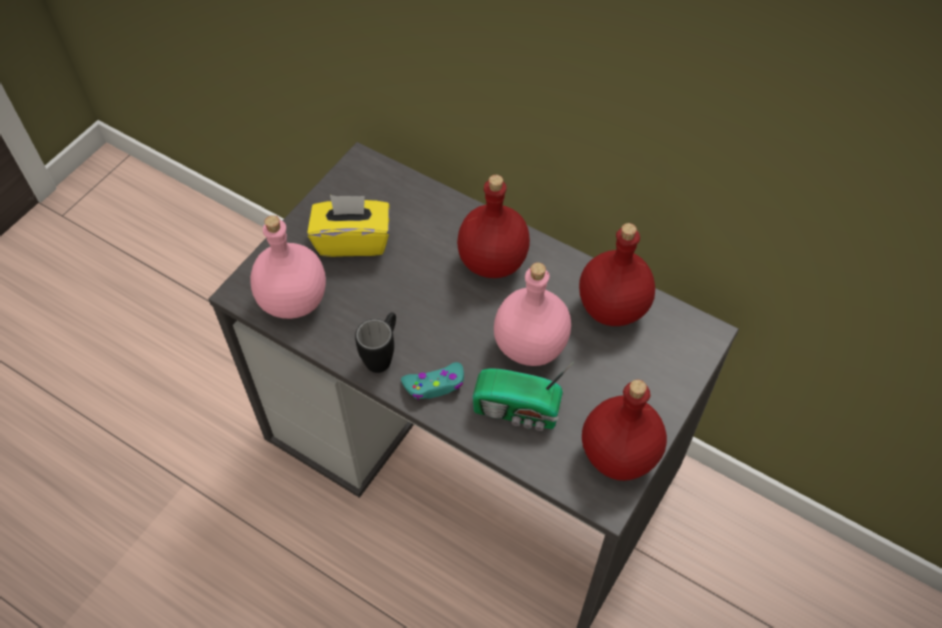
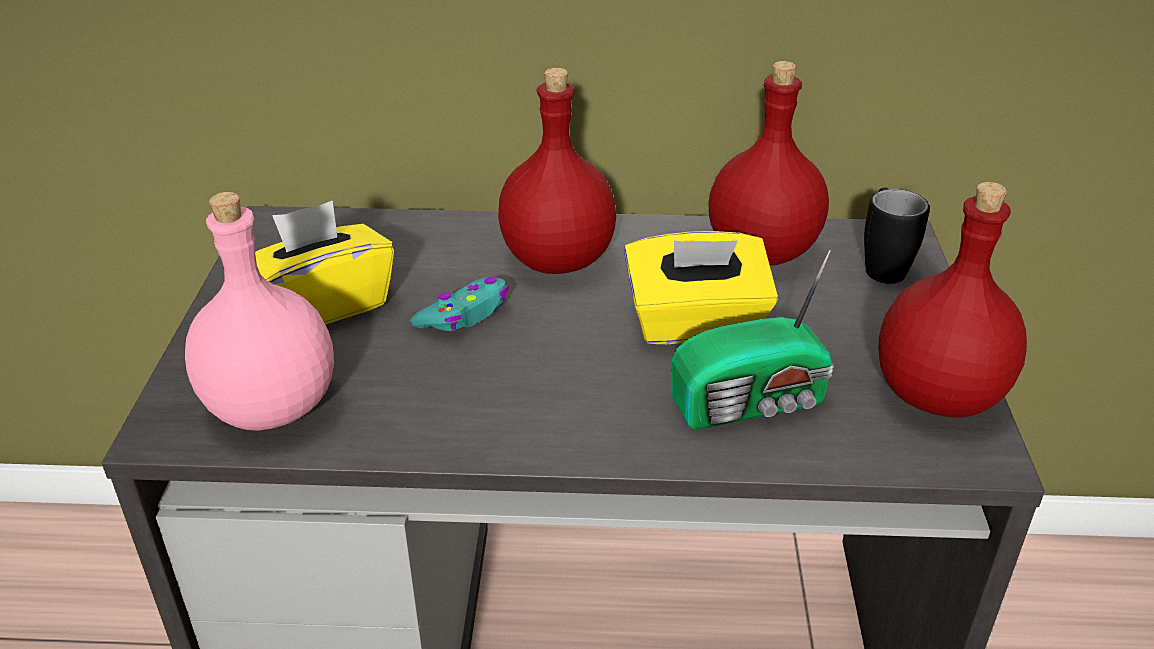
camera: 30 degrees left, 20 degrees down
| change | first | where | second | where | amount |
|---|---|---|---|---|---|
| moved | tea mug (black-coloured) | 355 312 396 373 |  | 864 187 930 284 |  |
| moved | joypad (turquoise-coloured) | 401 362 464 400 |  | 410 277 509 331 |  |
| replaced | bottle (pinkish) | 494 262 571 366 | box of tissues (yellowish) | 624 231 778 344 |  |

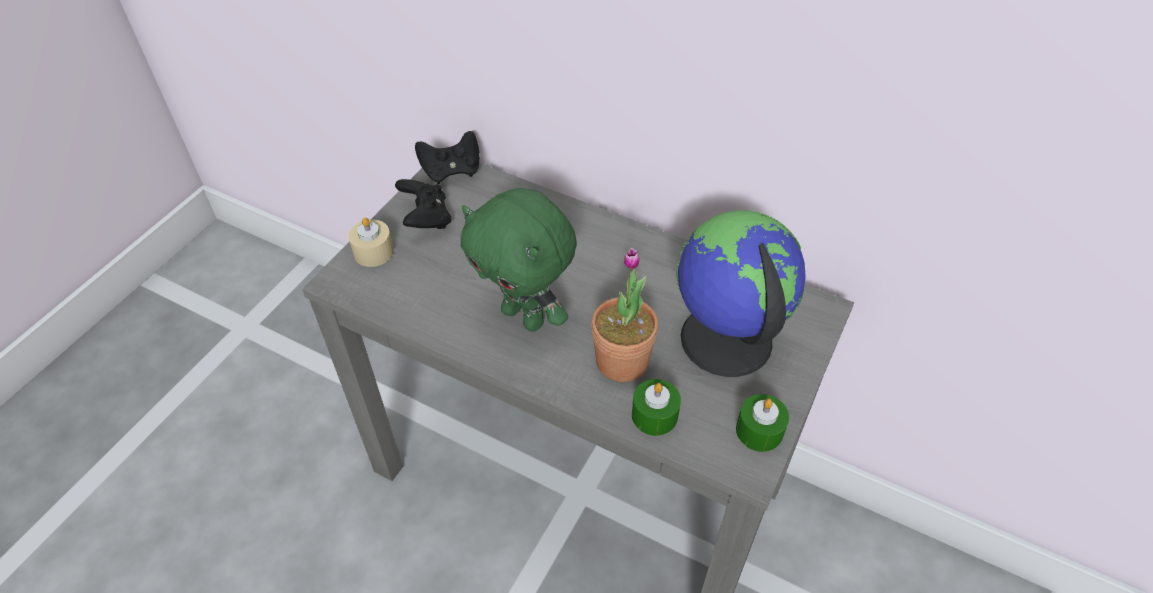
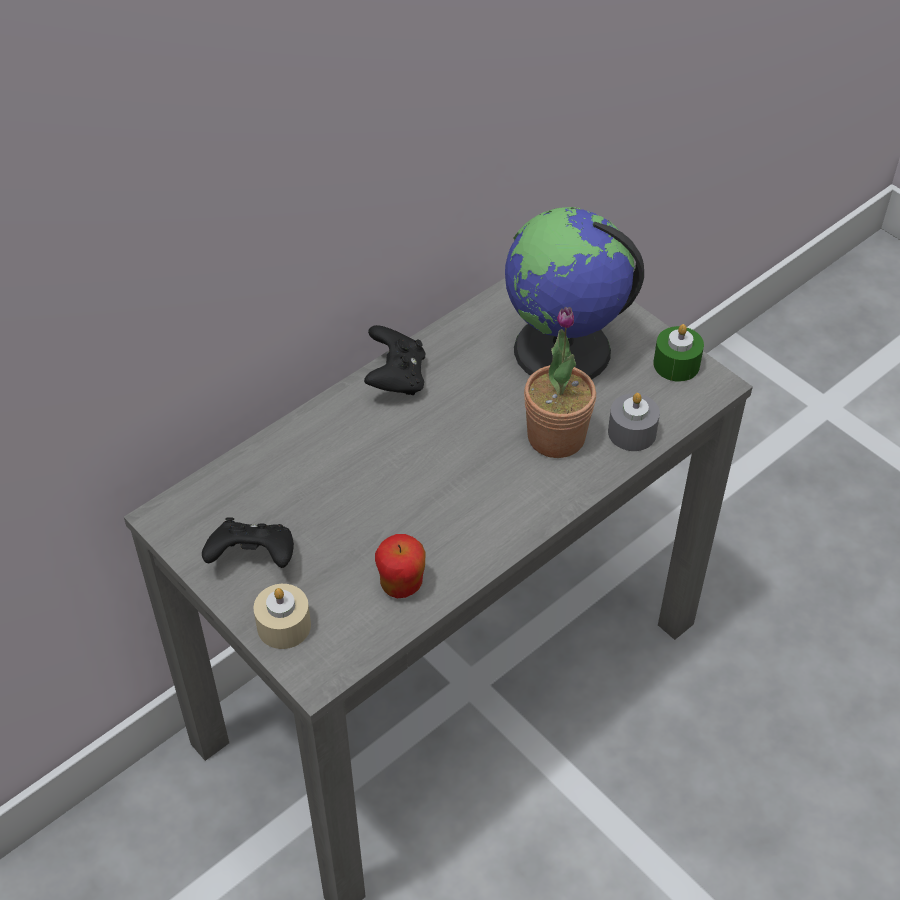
camera: 70 degrees left, 0 degrees up
| change | first | where | second | where | amount |
|---|---|---|---|---|---|
| removed | soft toy (greenish) | 460 188 577 331 |  |  |  |
| added |  |  | apple fruit | 375 534 426 599 |  |
| moved | joypad (black-coloured) | 415 131 480 184 |  | 364 325 425 395 |  |
| recoloured | candle (greenish) | 632 379 681 436 | candle (greyish) | 608 393 660 451 |  |

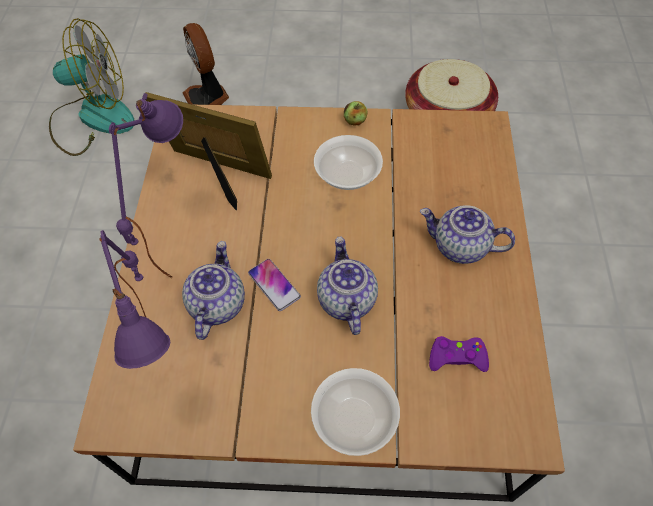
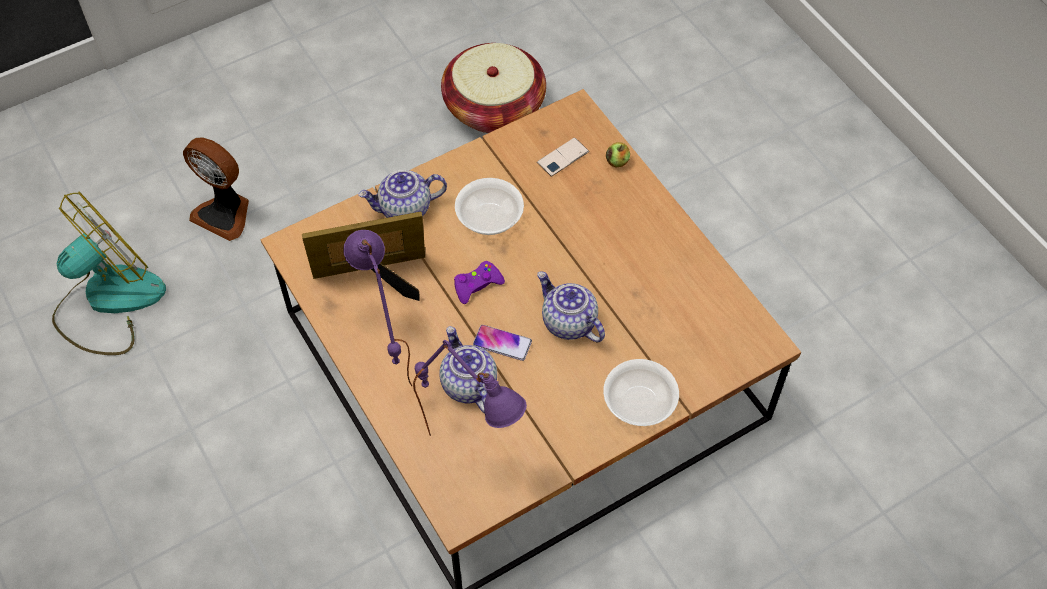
camera: 35 degrees left, 0 degrees up
| change | first | where | second | where | amount |
|---|---|---|---|---|---|
| added |  |  | phone | 537 138 589 177 |  |
| moved | apple fruit | 344 101 368 126 |  | 606 142 630 167 |  |
| moved | pot for tea | 420 205 515 264 |  | 358 170 447 218 |  |
| moved | joypad (purple-coloured) | 429 336 489 372 |  | 454 261 505 304 |  |

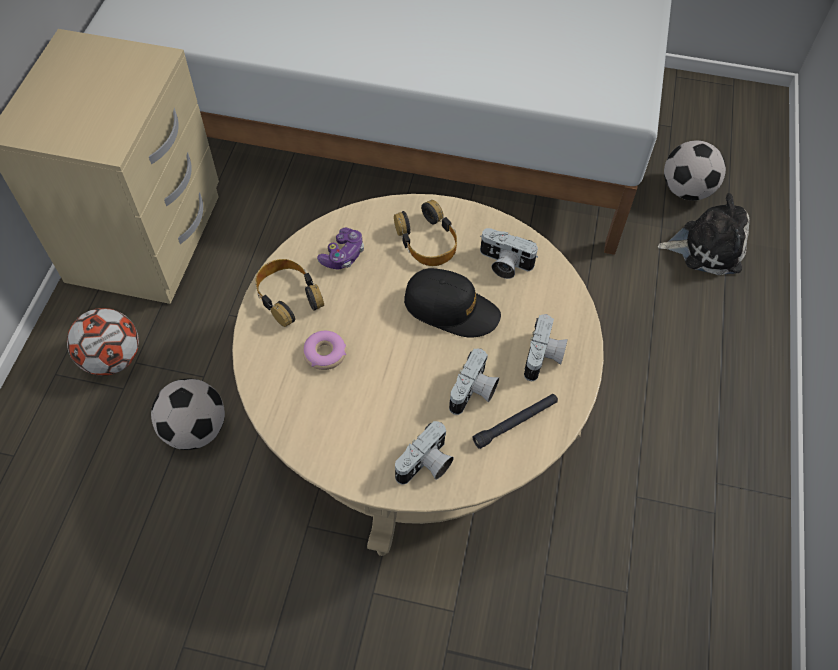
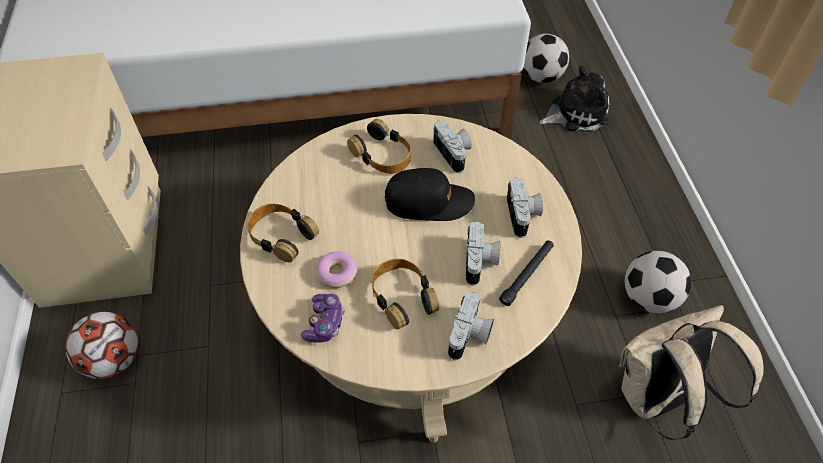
camera: 20 degrees left, 5 degrees down
| change | first | where | second | where | amount |
|---|---|---|---|---|---|
| added |  |  | pair of headphones | 372 258 439 329 |  |
| added |  |  | rucksack (beige-coloured) | 619 305 764 440 |  |
| moved | football | 151 379 225 450 |  | 625 251 691 313 |  |
| moved | joypad | 317 227 364 270 |  | 301 294 345 343 |  |
| turned | still camera | 480 228 538 279 |  | 433 121 472 173 | 120 degrees counterclockwise |

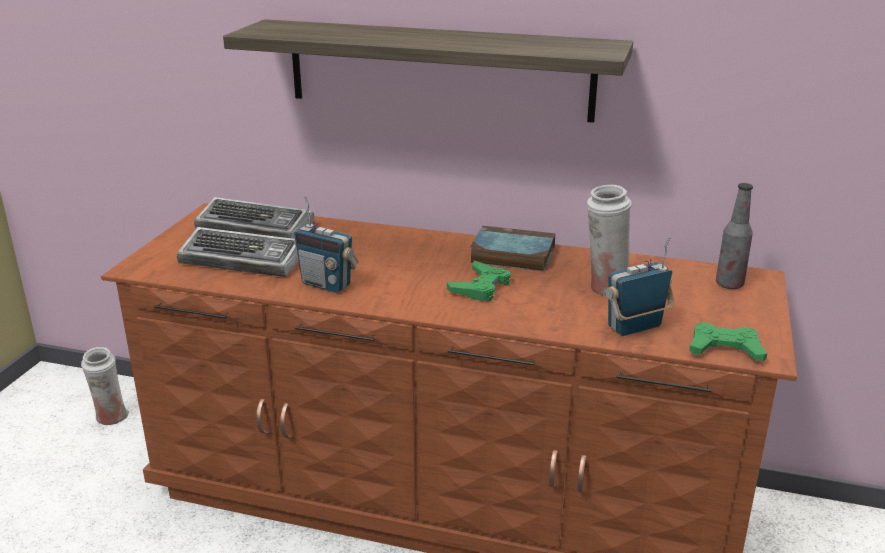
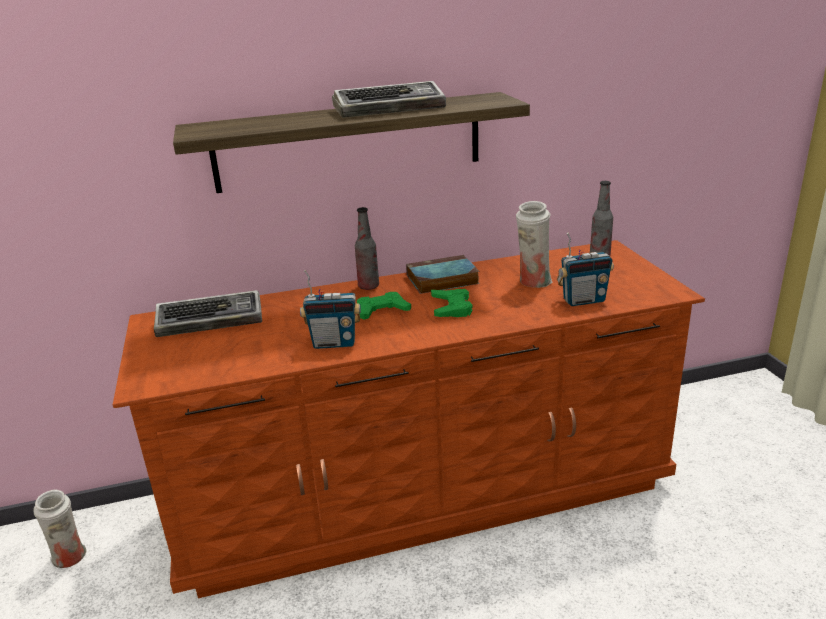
camera: 30 degrees left, 0 degrees up
| change | first | where | second | where | amount |
|---|---|---|---|---|---|
| added |  |  | bottle | 355 207 379 290 |  |
| moved | keyboard | 177 227 299 277 |  | 332 81 446 118 |  |
| moved | joypad (greenish) | 689 323 767 362 |  | 357 292 411 320 |  |
| turned | radio receiver | 606 237 675 336 |  | 557 233 614 306 | 135 degrees counterclockwise |

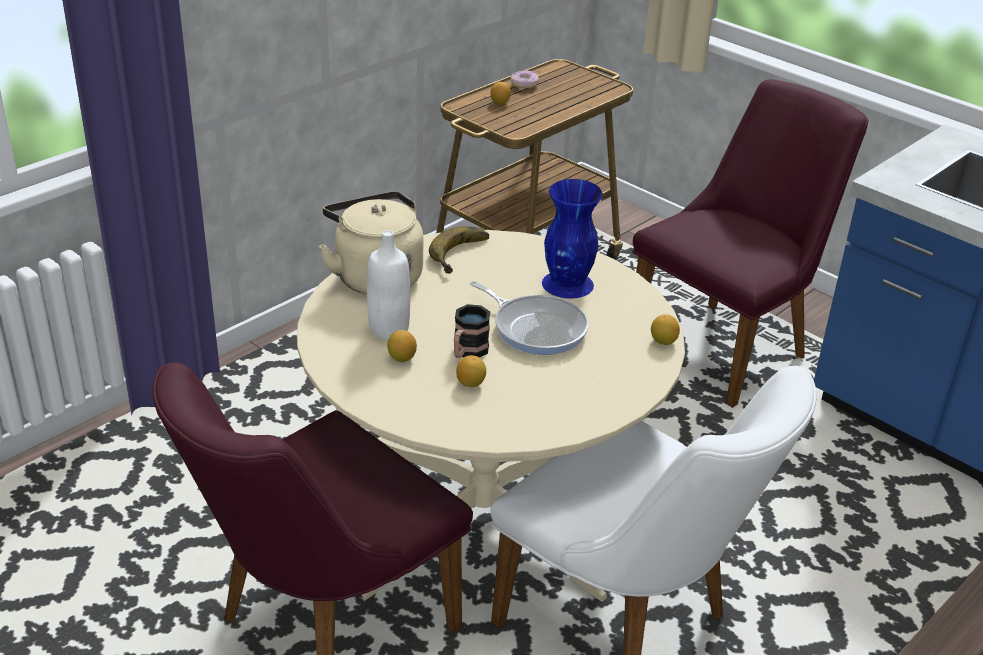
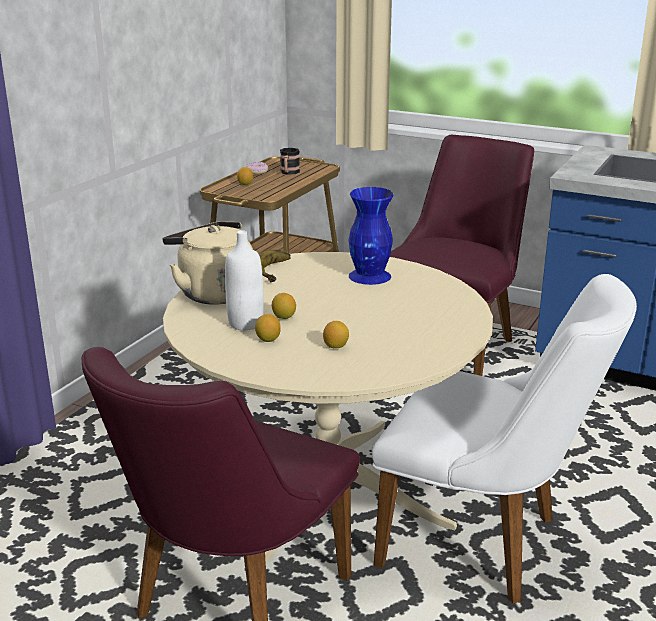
camera: 15 degrees left, 10 degrees down
| change | first | where | second | where | amount |
|---|---|---|---|---|---|
| removed | skillet | 470 281 589 355 |  |  |  |
| moved | tea mug | 454 304 490 358 |  | 280 148 300 175 |  |
| moved | citrus fruit | 651 314 680 345 |  | 272 293 296 319 |  |

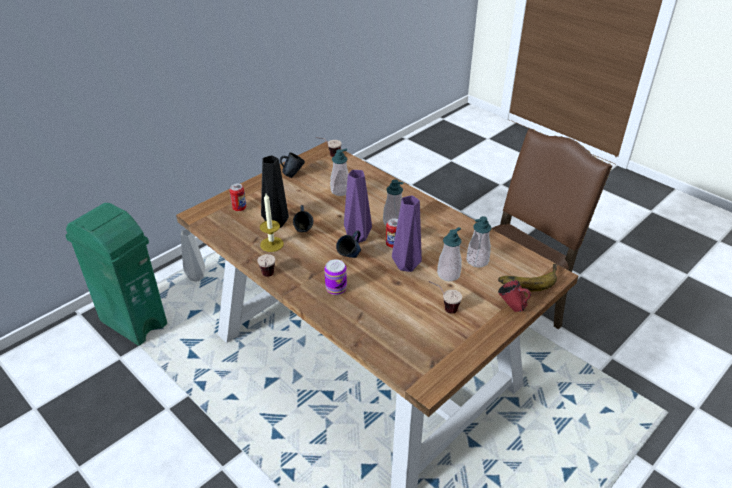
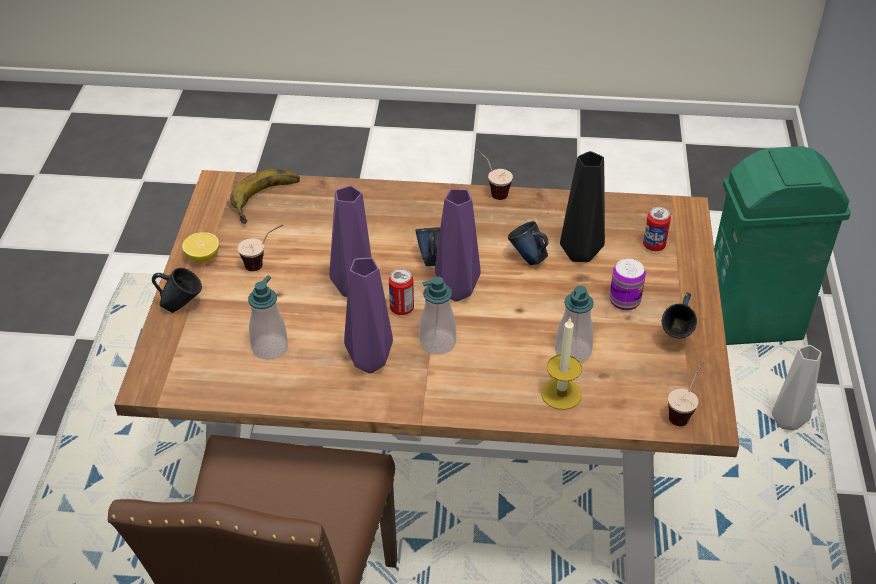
camera: 140 degrees right, 5 degrees up
| change | first | where | second | where | amount |
|---|---|---|---|---|---|
| removed | soap bottle | 437 227 462 281 |  |  |  |
| added |  |  | citrus fruit | 182 232 219 263 |  |
| added |  |  | decorative vase (purple-coloured) | 344 258 393 373 |  |
| moved | candle | 260 193 284 252 |  | 541 318 582 410 |  |
| moved | sealed can | 324 259 347 295 |  | 609 258 646 311 |  |
| moved | banana | 498 264 558 292 |  | 230 169 300 224 |  |
| recoloured | tea mug (reddish) | 498 280 531 312 | tea mug (bluish) | 152 268 202 313 |  |

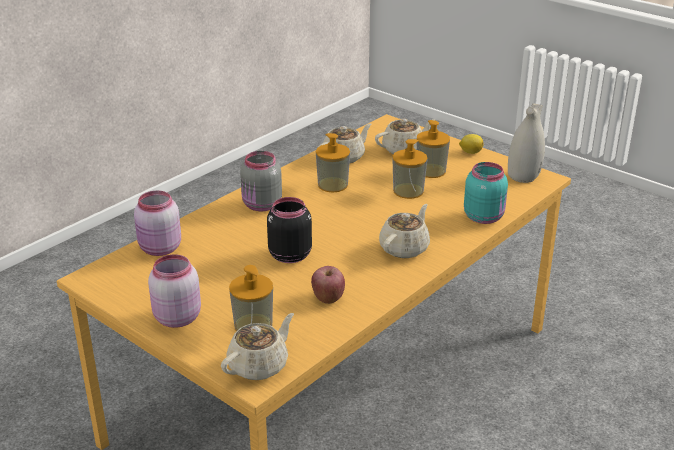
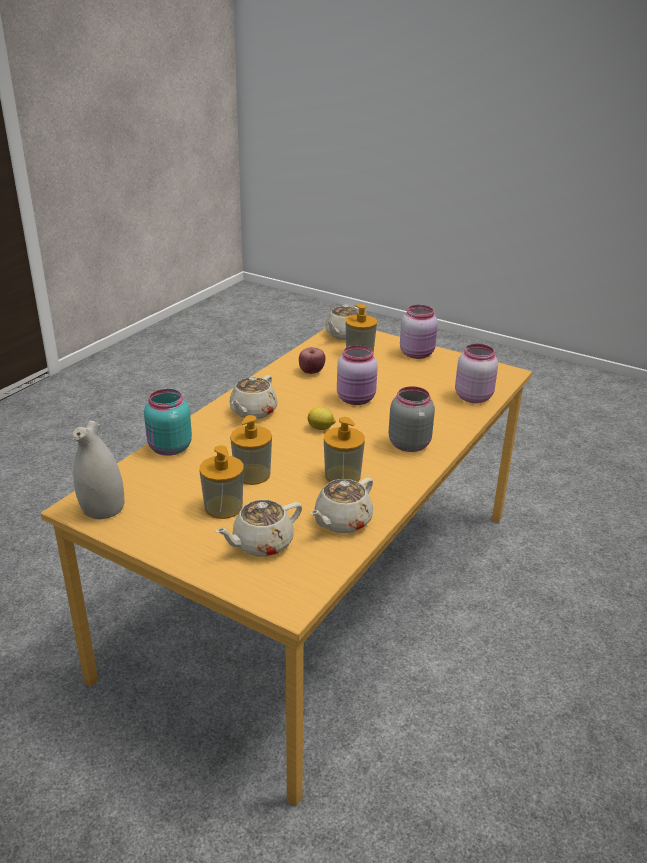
camera: 170 degrees right, 0 degrees up
| change | first | where | second | where | amount |
|---|---|---|---|---|---|
| moved | citrus fruit | 459 134 484 154 |  | 307 407 336 430 |  |
| recoloured | jar (black-coloured) | 267 197 312 263 | jar (pinkish) | 337 345 378 405 |  |

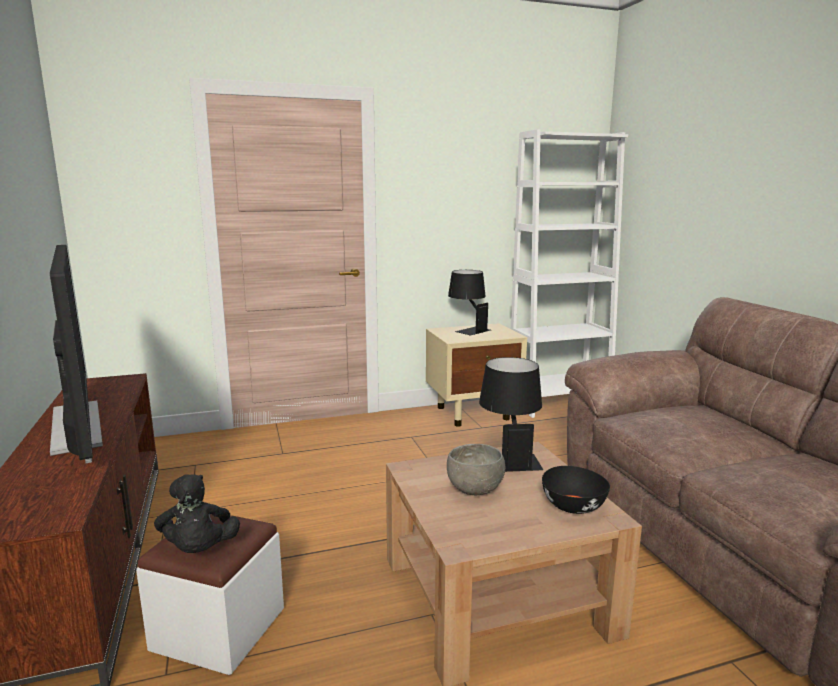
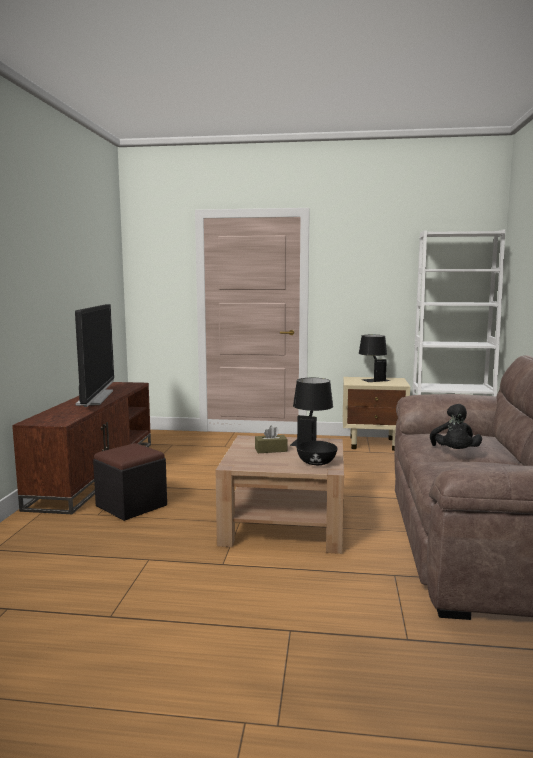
camera: 25 degrees right, 5 degrees down
| change | first | where | second | where | amount |
|---|---|---|---|---|---|
| moved | soft toy (black-coloured) | 154 474 240 553 |  | 430 404 482 449 |  |
| replaced | serving bowl (greyish) | 447 444 505 495 | box of tissues (brown) | 255 426 287 453 |  |
| recoloured | pouffe (white-coloured) | 136 514 284 675 | pouffe (black-coloured) | 93 443 167 521 |  |

